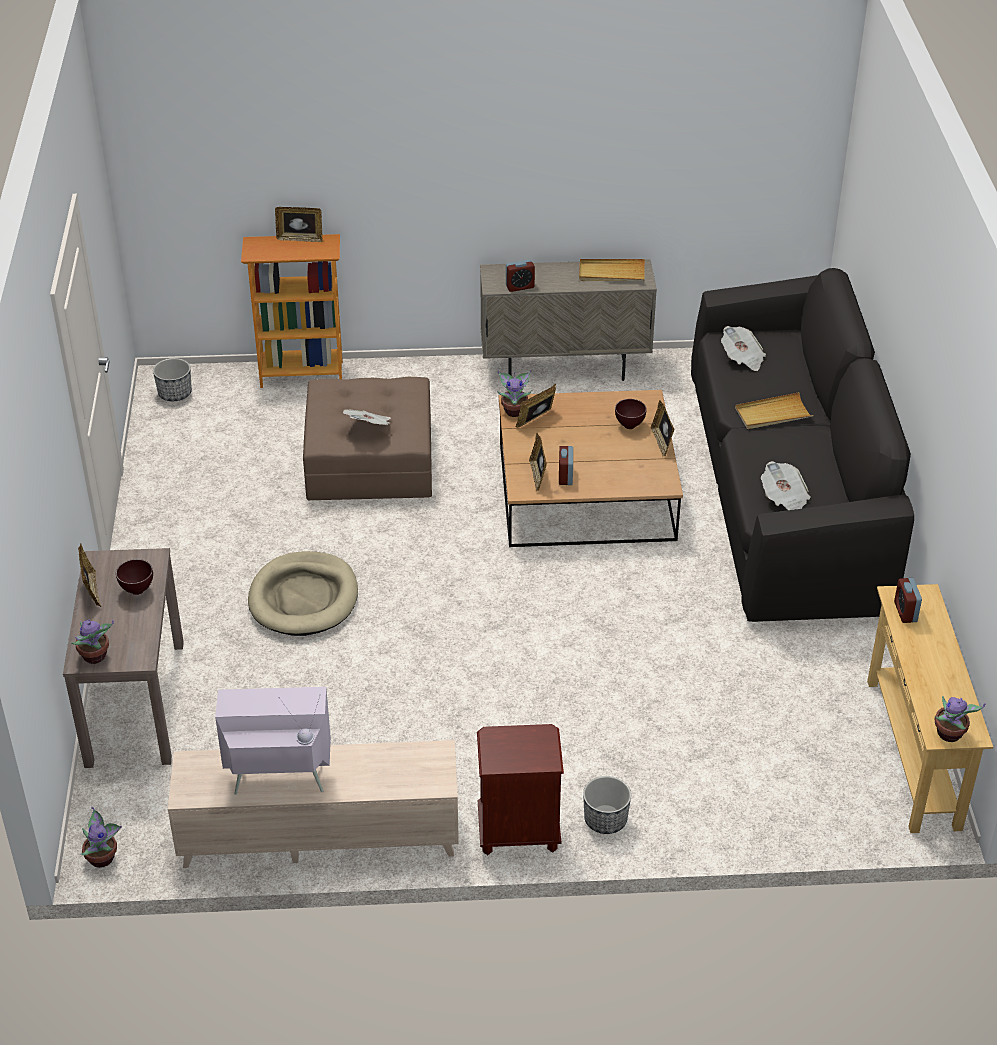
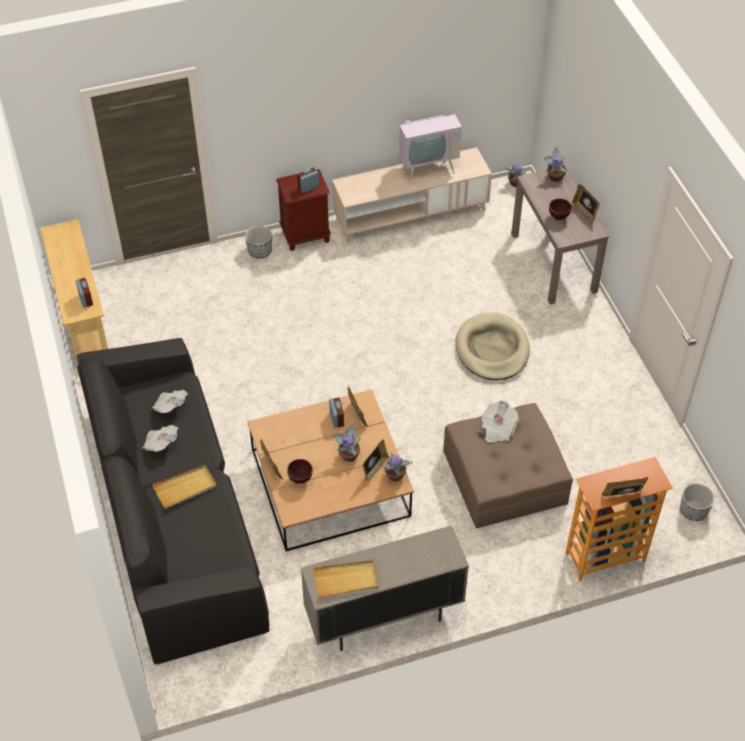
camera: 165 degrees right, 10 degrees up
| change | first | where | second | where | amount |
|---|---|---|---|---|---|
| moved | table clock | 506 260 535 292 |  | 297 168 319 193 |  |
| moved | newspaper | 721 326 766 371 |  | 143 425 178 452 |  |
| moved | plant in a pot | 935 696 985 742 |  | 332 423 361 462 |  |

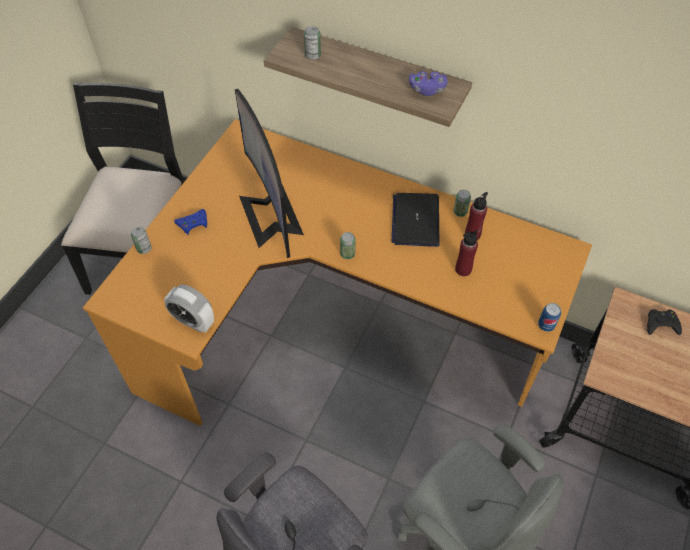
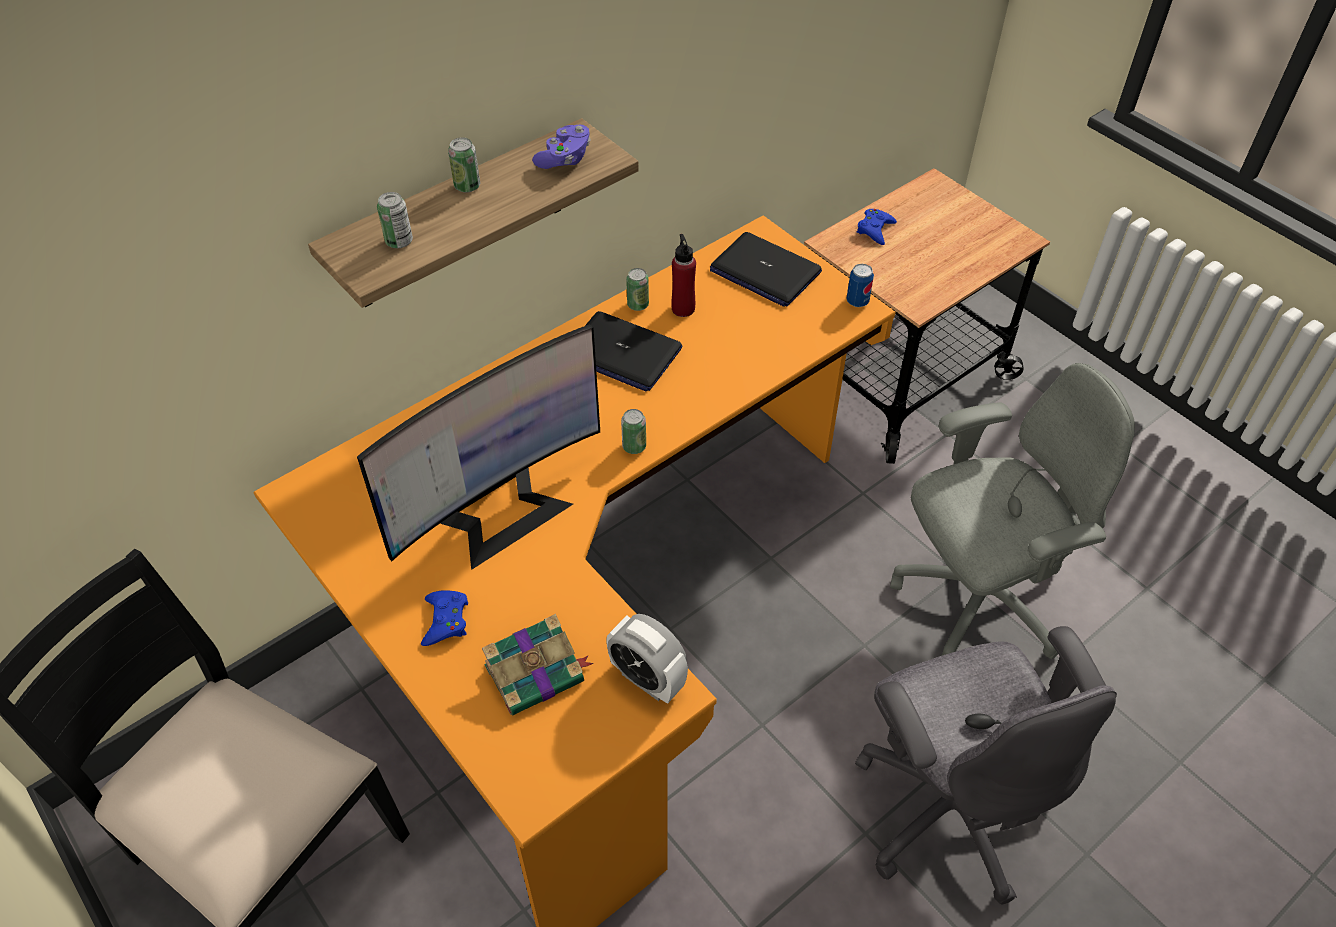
camera: 65 degrees left, 5 degrees down
| change | first | where | second | where | amount |
|---|---|---|---|---|---|
| removed | bottle (reddish) | 455 230 478 276 |  |  |  |
| added |  |  | book | 482 614 593 715 |  |
| added |  |  | laptop | 710 232 822 307 |  |
| moved | sealed can | 131 227 151 254 |  | 448 138 480 192 |  |
| recoloured | joypad (black-coloured) | 647 309 682 335 | joypad (bluish) | 857 209 897 245 |  |
| turned | table clock | 164 285 214 333 |  | 606 614 688 704 | 75 degrees clockwise |
| turned | computer display | 235 89 304 258 |  | 357 324 600 570 | 45 degrees counterclockwise |

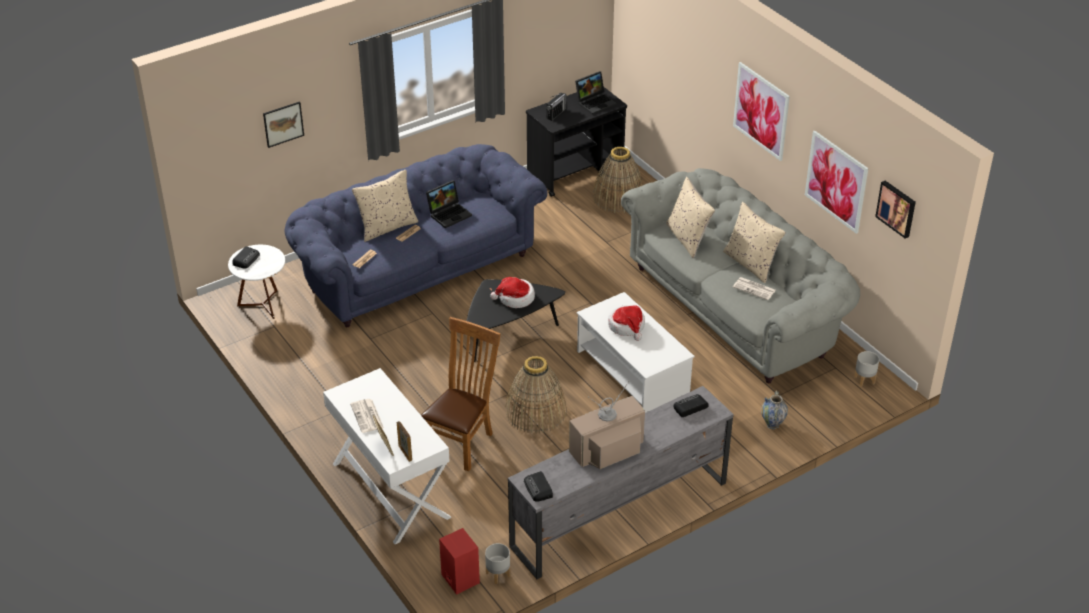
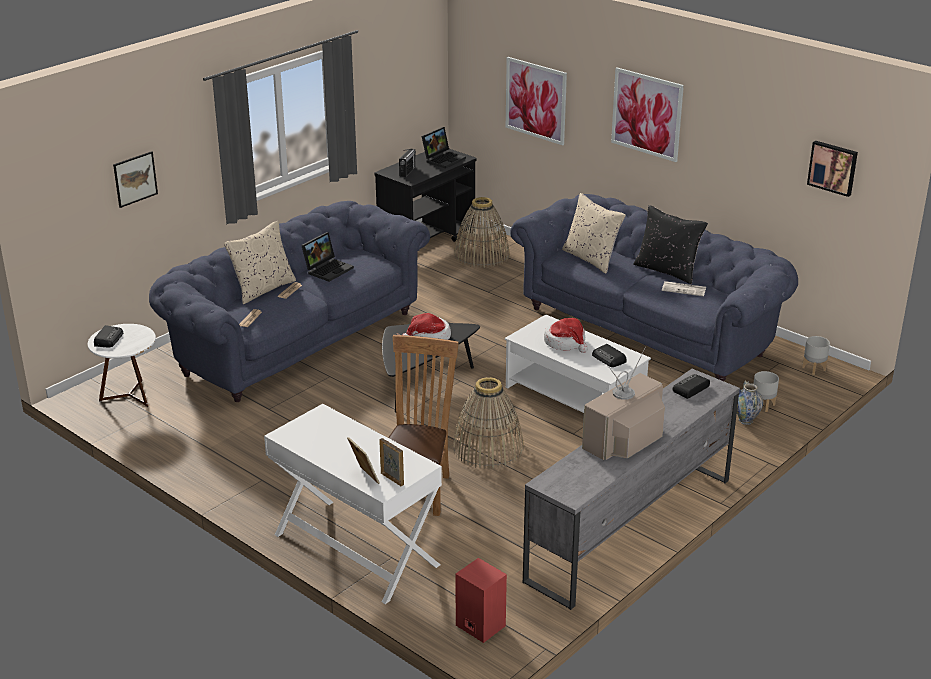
camera: 15 degrees left, 10 degrees down
| change | first | where | second | where | amount |
|---|---|---|---|---|---|
| removed | newspaper | 350 399 384 433 |  |  |  |
| moved | plant pot (greyish) | 485 543 510 584 |  | 753 371 779 412 |  |
| moved | radio receiver | 524 471 553 502 |  | 592 344 626 367 |  |
| moved | wall picture | 805 131 869 234 |  | 506 57 567 145 |  |
| recoloured | couch (greyish) | 621 168 860 383 | couch (bluish) | 510 194 798 381 |  |
| recoloured | cushion (beige-coloured) | 723 202 786 283 | cushion (black-coloured) | 633 205 708 284 |  |

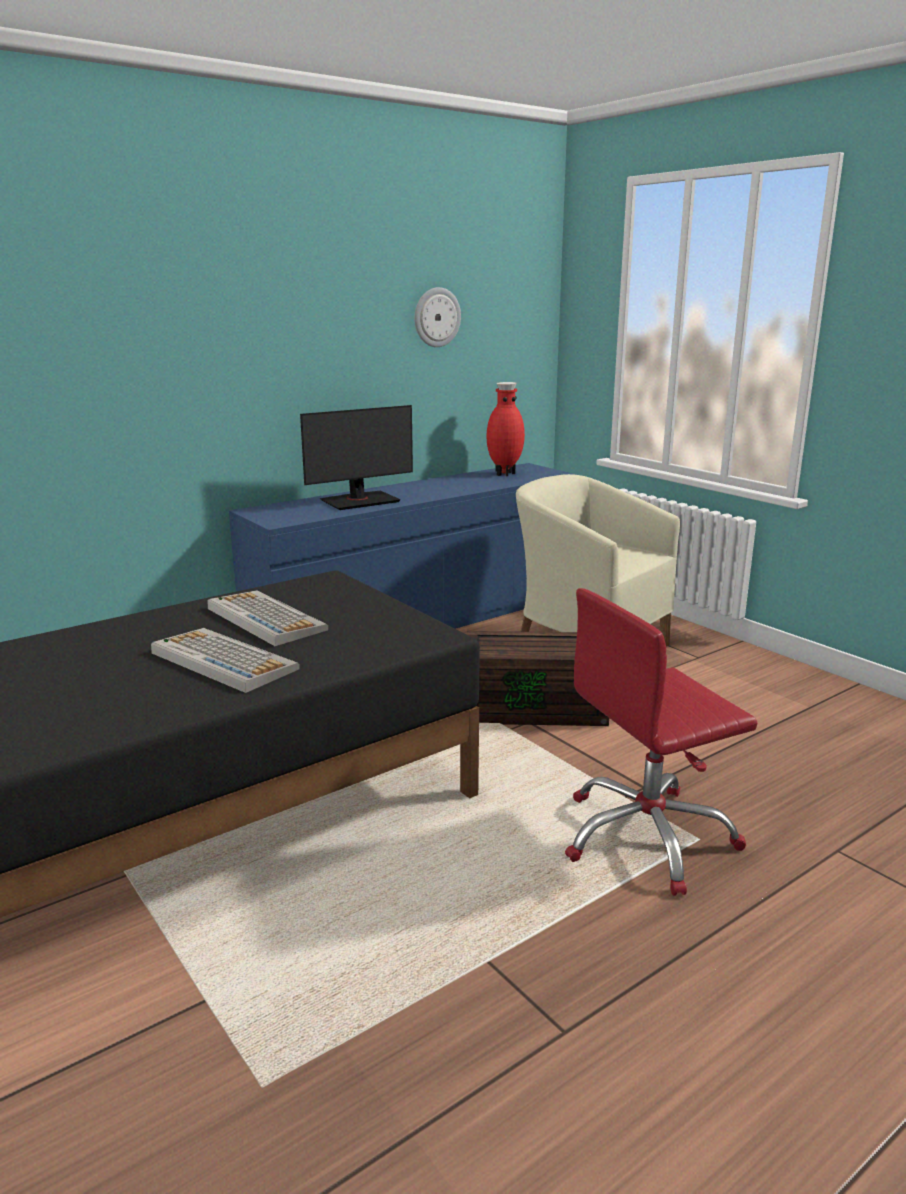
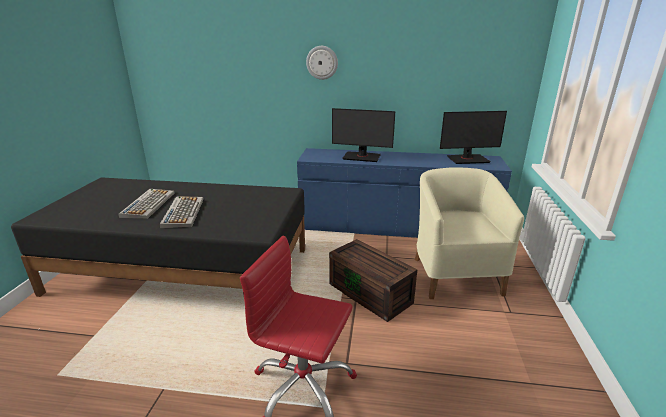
camera: 45 degrees right, 5 degrees up
| change | first | where | second | where | amount |
|---|---|---|---|---|---|
| moved | keyboard | 208 590 328 646 |  | 118 189 174 219 |  |
| moved | hanging clock | 414 287 461 347 |  | 306 46 338 80 |  |
| replaced | decorative vase (reddish) | 486 382 525 476 | computer display | 440 111 507 164 |  |

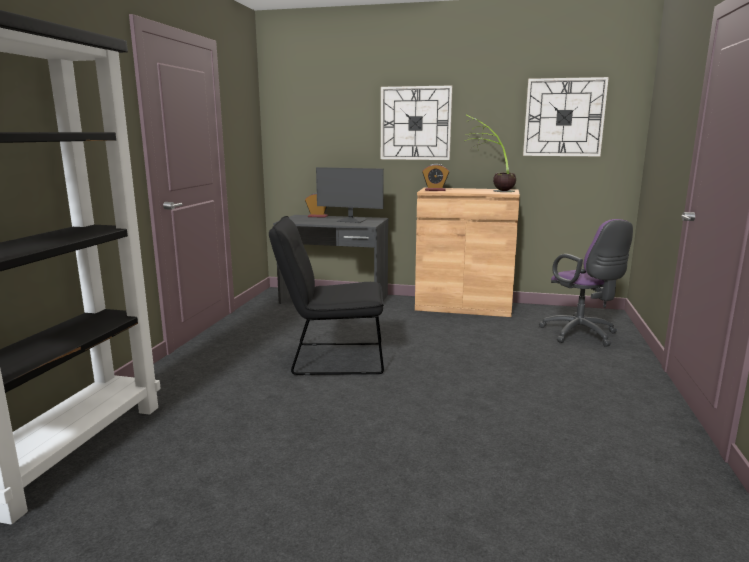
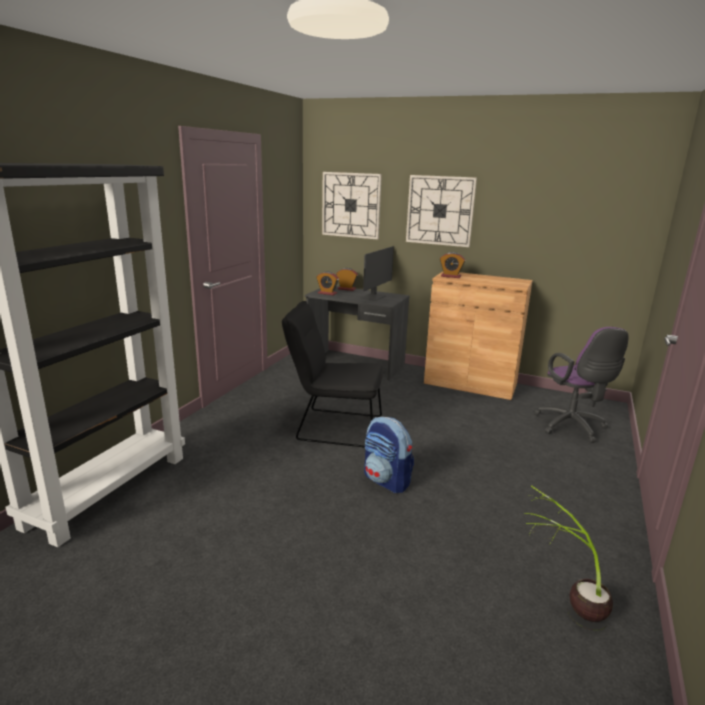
camera: 10 degrees right, 5 degrees up
| change | first | where | second | where | amount |
|---|---|---|---|---|---|
| added |  |  | table clock | 317 271 339 295 |  |
| added |  |  | rucksack | 364 417 414 493 |  |
| moved | plant in a pot | 464 115 516 192 |  | 524 485 613 630 |  |
| moved | hanging clock | 523 77 609 156 |  | 322 172 382 240 |  |
| turned | computer display | 316 167 384 223 |  | 360 246 394 301 | 90 degrees counterclockwise |

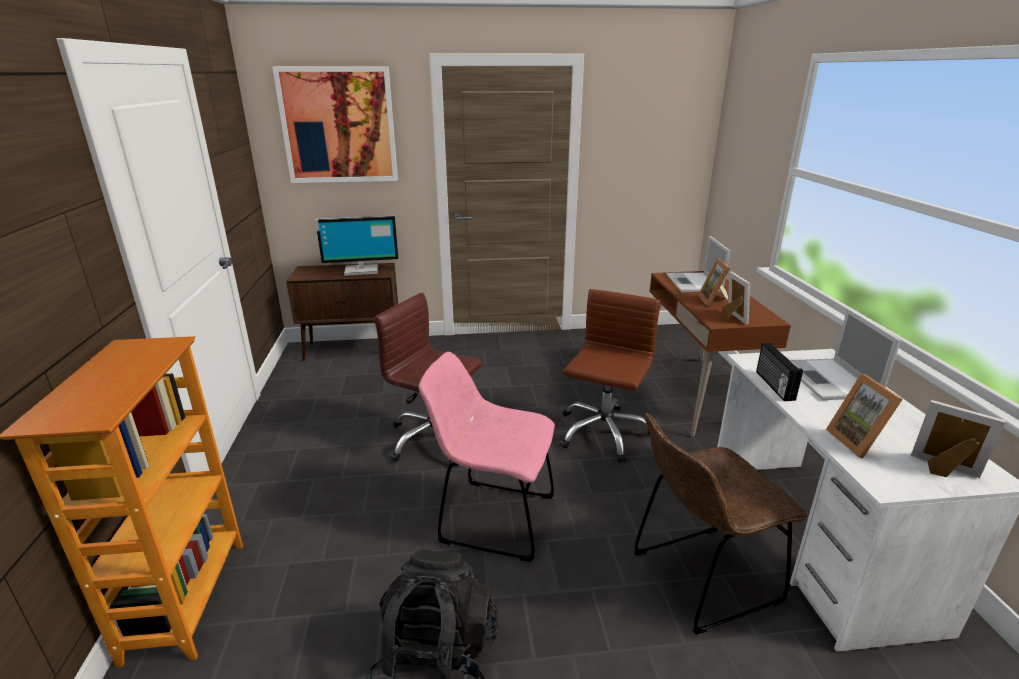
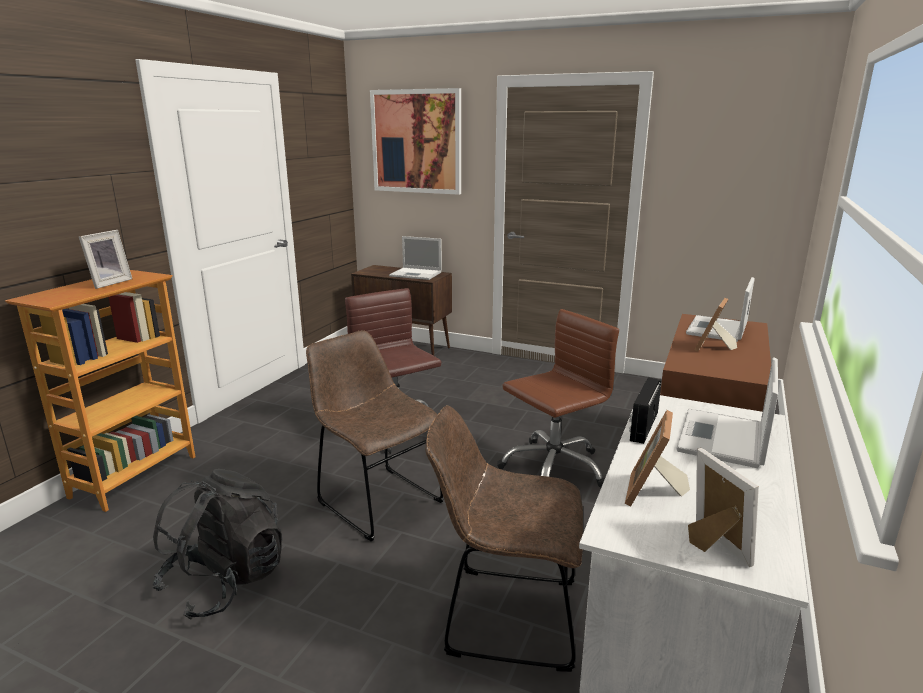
camera: 30 degrees right, 5 degrees down
| change | first | where | second | where | amount |
|---|---|---|---|---|---|
| moved | standing frame | 721 271 750 325 |  | 79 230 132 289 |  |
| replaced | computer display | 315 216 399 276 | laptop | 389 236 442 280 |  |
| recoloured | plain chair (pinkish) | 419 351 555 562 | plain chair (brown) | 306 330 444 541 |  |

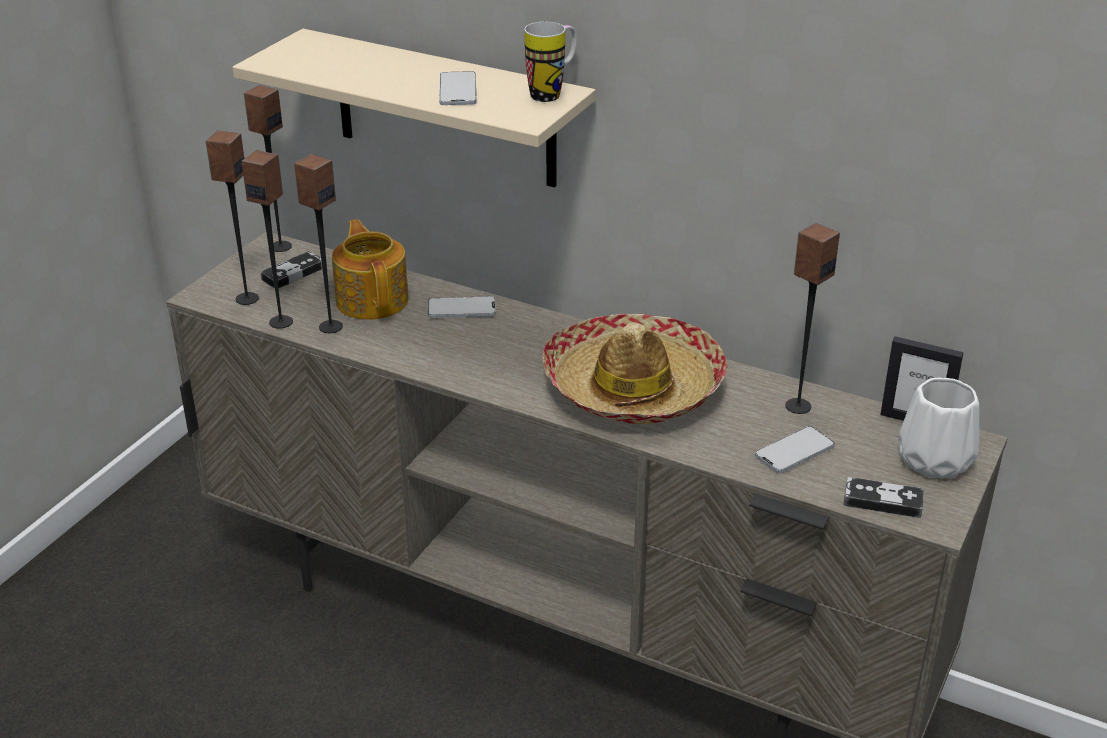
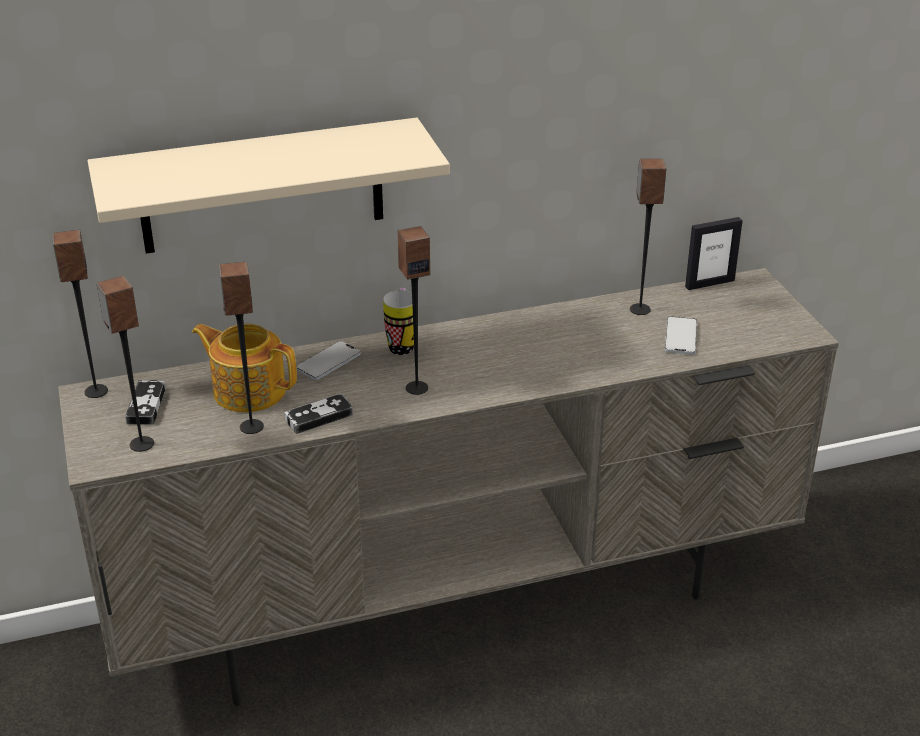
camera: 45 degrees left, 0 degrees up
| change | first | where | second | where | amount |
|---|---|---|---|---|---|
| removed | phone | 439 71 477 105 |  |  |  |
| removed | wearable hat | 542 314 728 424 |  |  |  |
| removed | decorative vase (white-coloured) | 898 378 980 478 |  |  |  |
| moved | loudspeaker | 241 150 293 329 |  | 398 226 430 395 |  |
| moved | tea mug | 525 22 577 102 |  | 383 288 414 355 |  |
| moved | joypad | 843 477 924 518 |  | 284 394 353 434 |  |

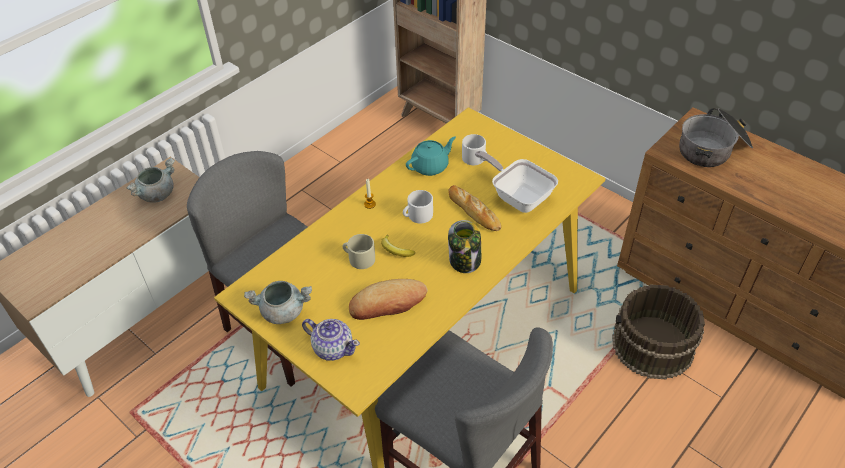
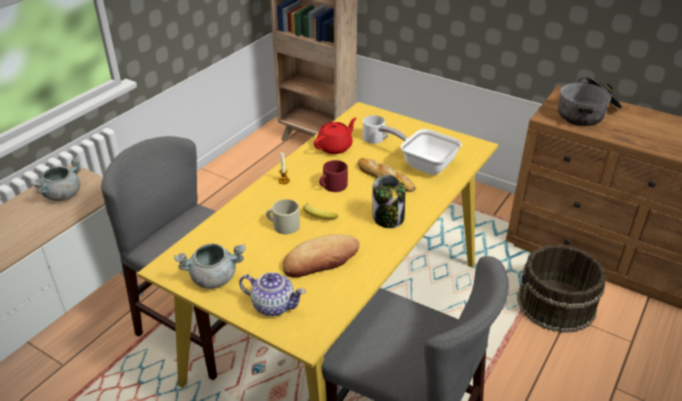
camera: 10 degrees left, 10 degrees down
| change | first | where | second | where | amount |
|---|---|---|---|---|---|
| recoloured | tea mug (white-coloured) | 403 190 433 224 | tea mug (reddish) | 319 160 348 192 |  |
| recoloured | pot for tea (turquoise-coloured) | 406 136 456 176 | pot for tea (reddish) | 314 118 357 154 |  |

